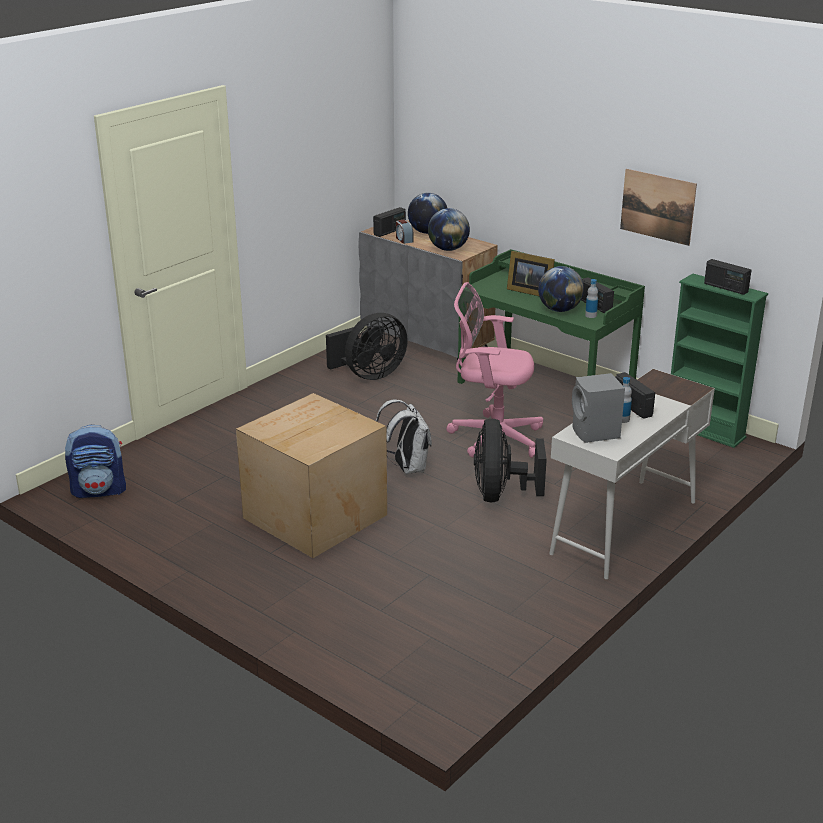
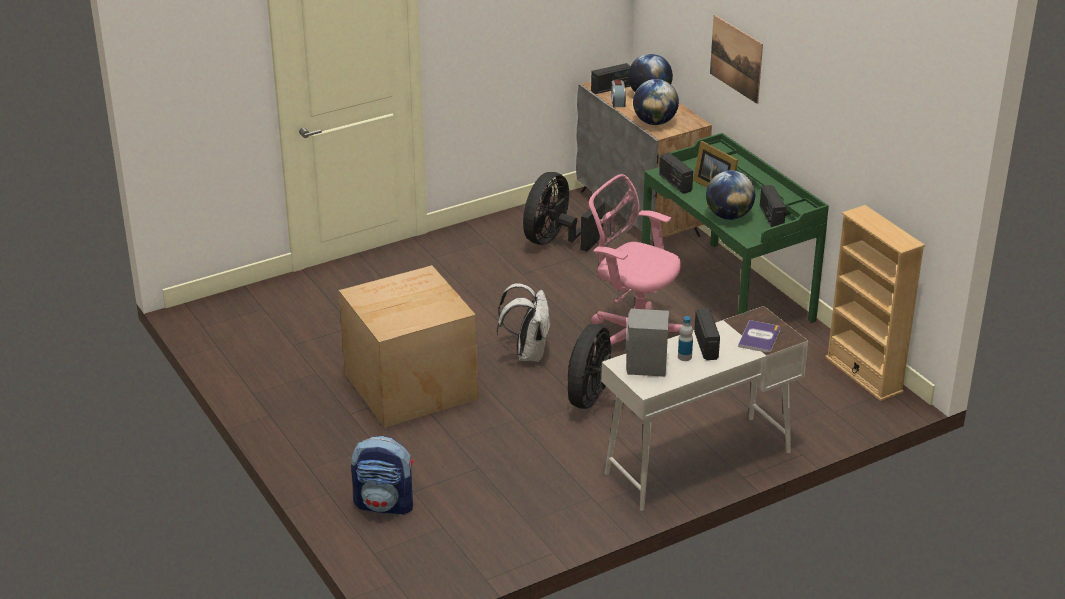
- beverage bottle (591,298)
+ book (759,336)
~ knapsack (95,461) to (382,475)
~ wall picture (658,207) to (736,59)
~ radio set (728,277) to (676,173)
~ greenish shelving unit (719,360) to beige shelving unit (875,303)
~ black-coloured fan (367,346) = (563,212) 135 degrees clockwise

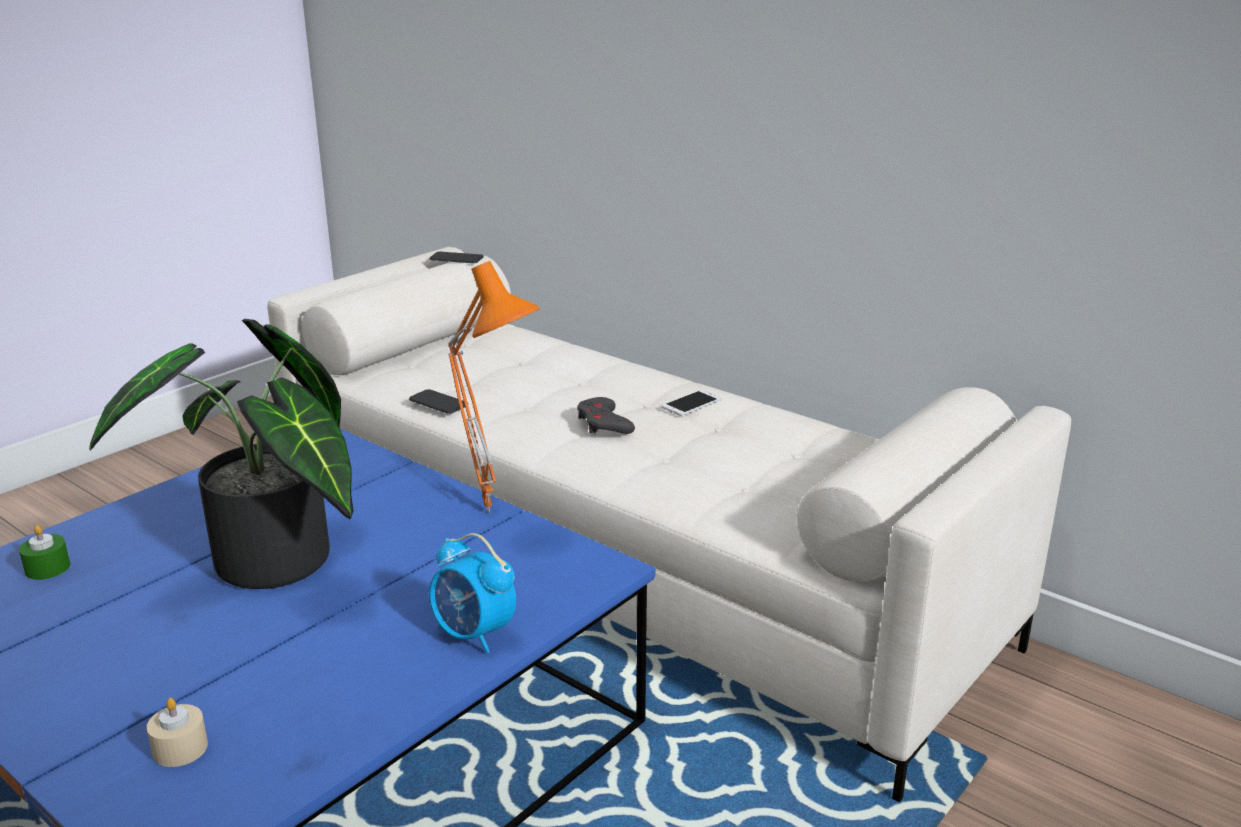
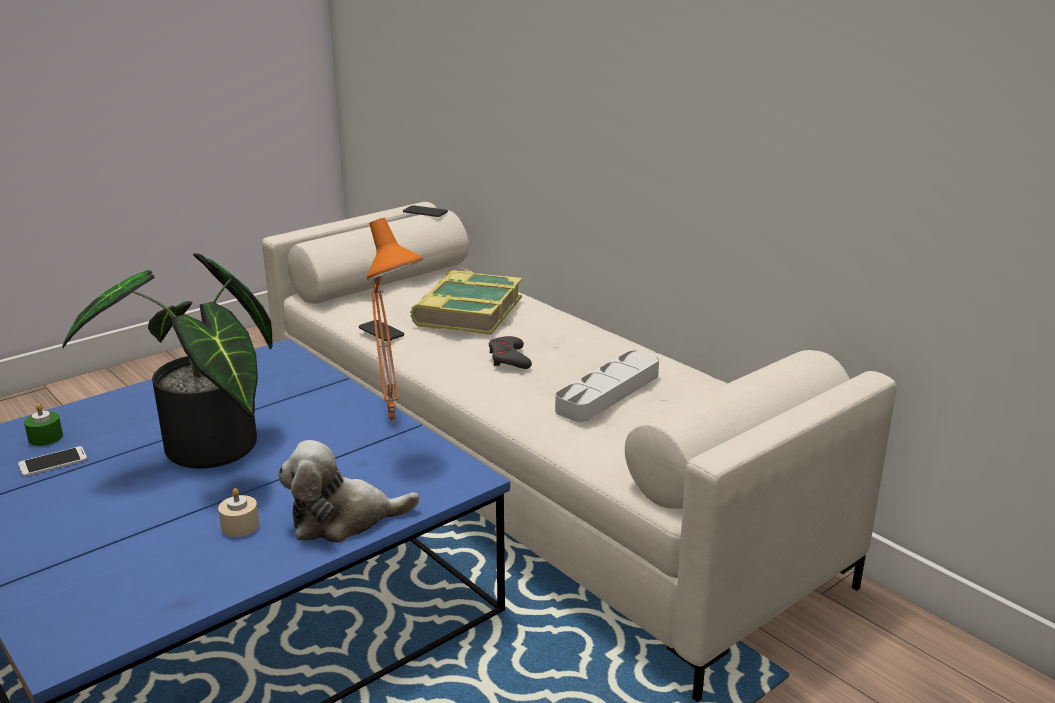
+ book (466,302)
+ greyish tray (607,386)
~ beige wax candle (177,732) to (238,512)
~ telephone (691,403) to (52,461)
~ alarm clock (472,593) to cuddly toy (349,491)

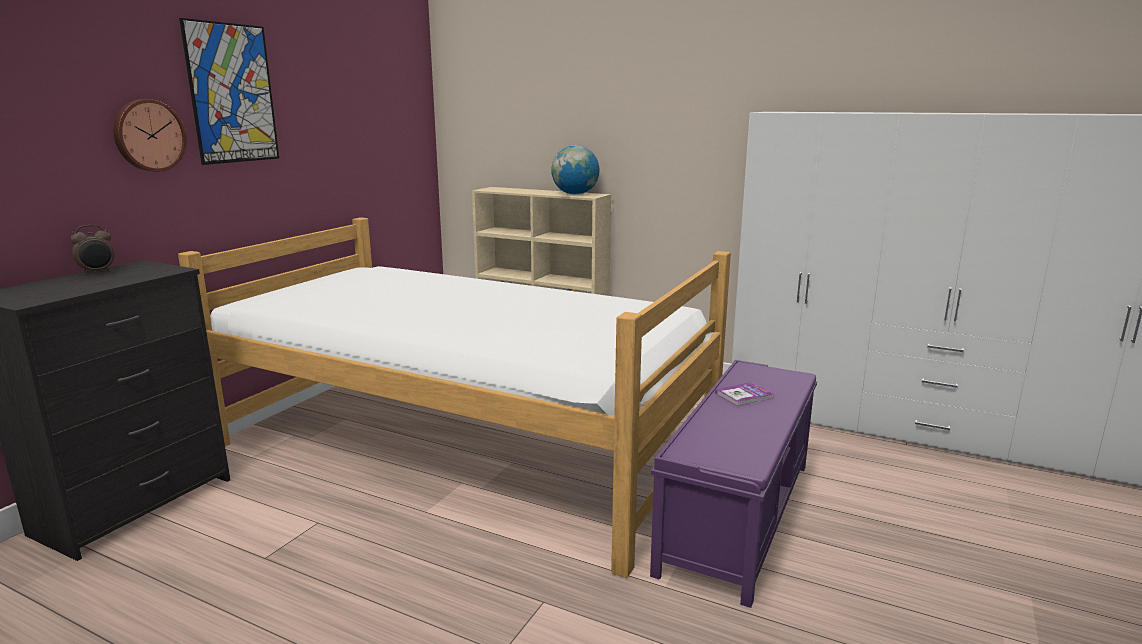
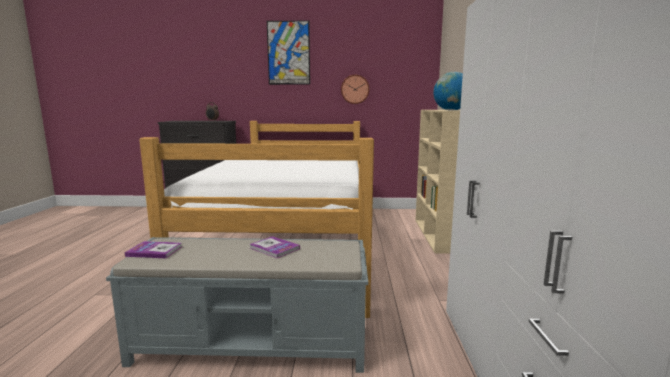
+ book (153,249)
~ wall clock (150,135) to (355,89)
~ purple-coloured indoor bench (733,484) to greyish indoor bench (237,305)

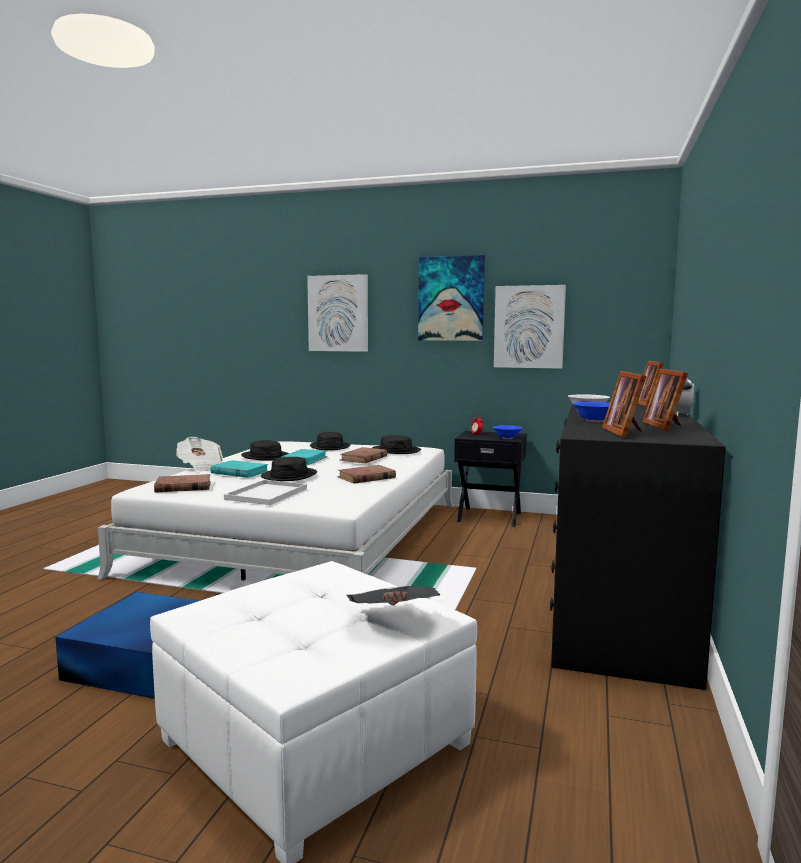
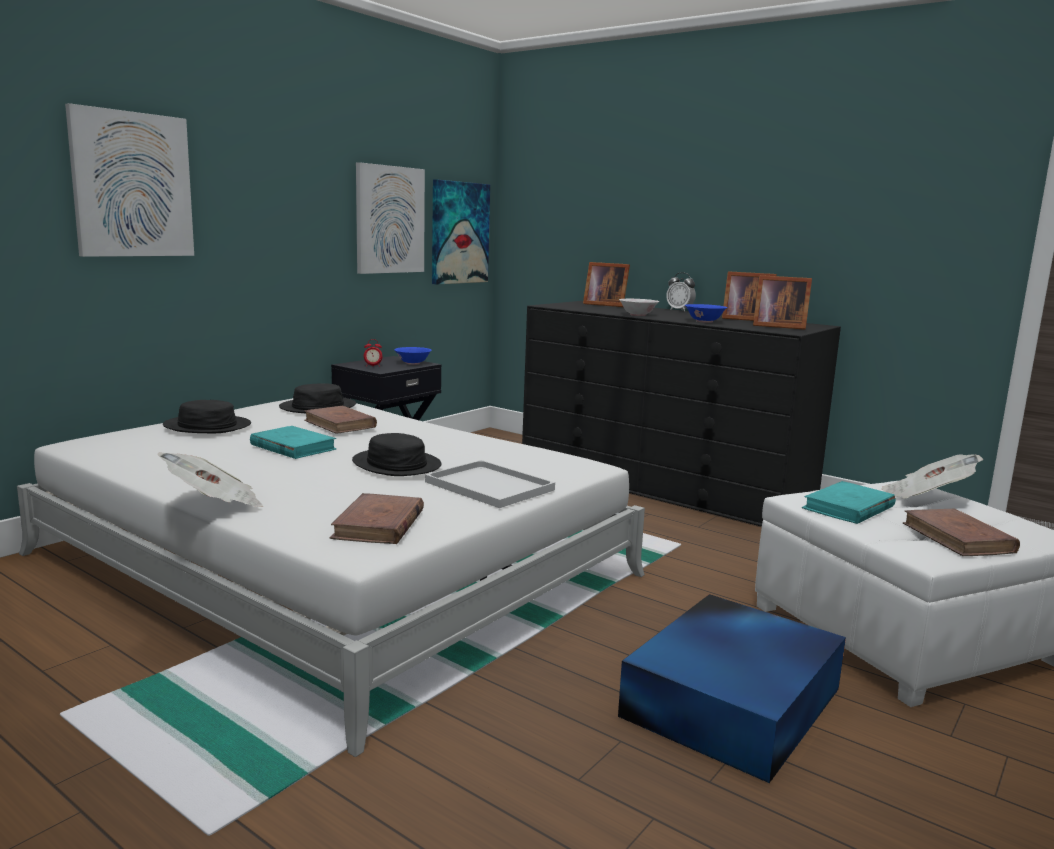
- black-coloured wearable hat (265,450)
~ turquoise book (239,469) to (849,502)
~ brown-coloured book (366,474) to (961,532)
~ wall picture (451,298) to (461,232)

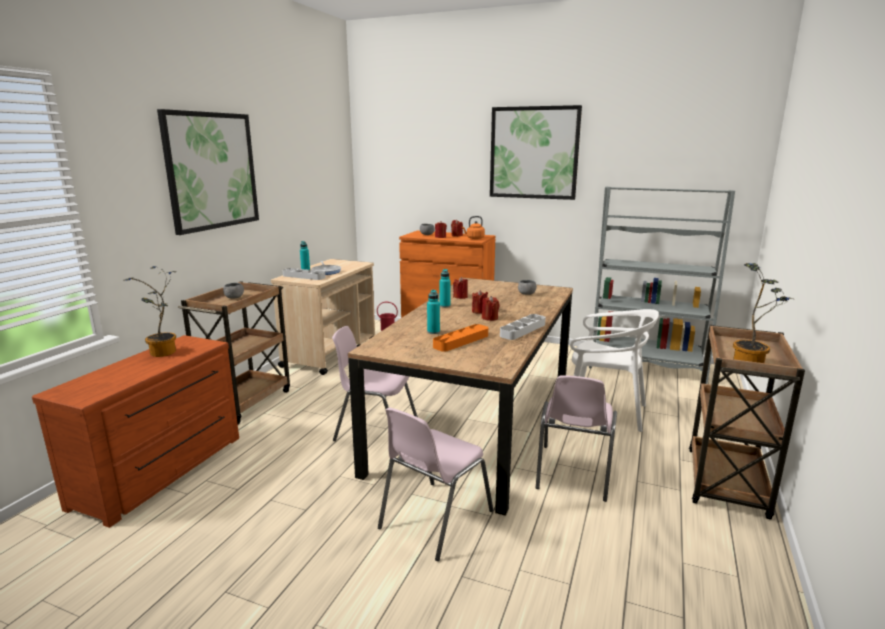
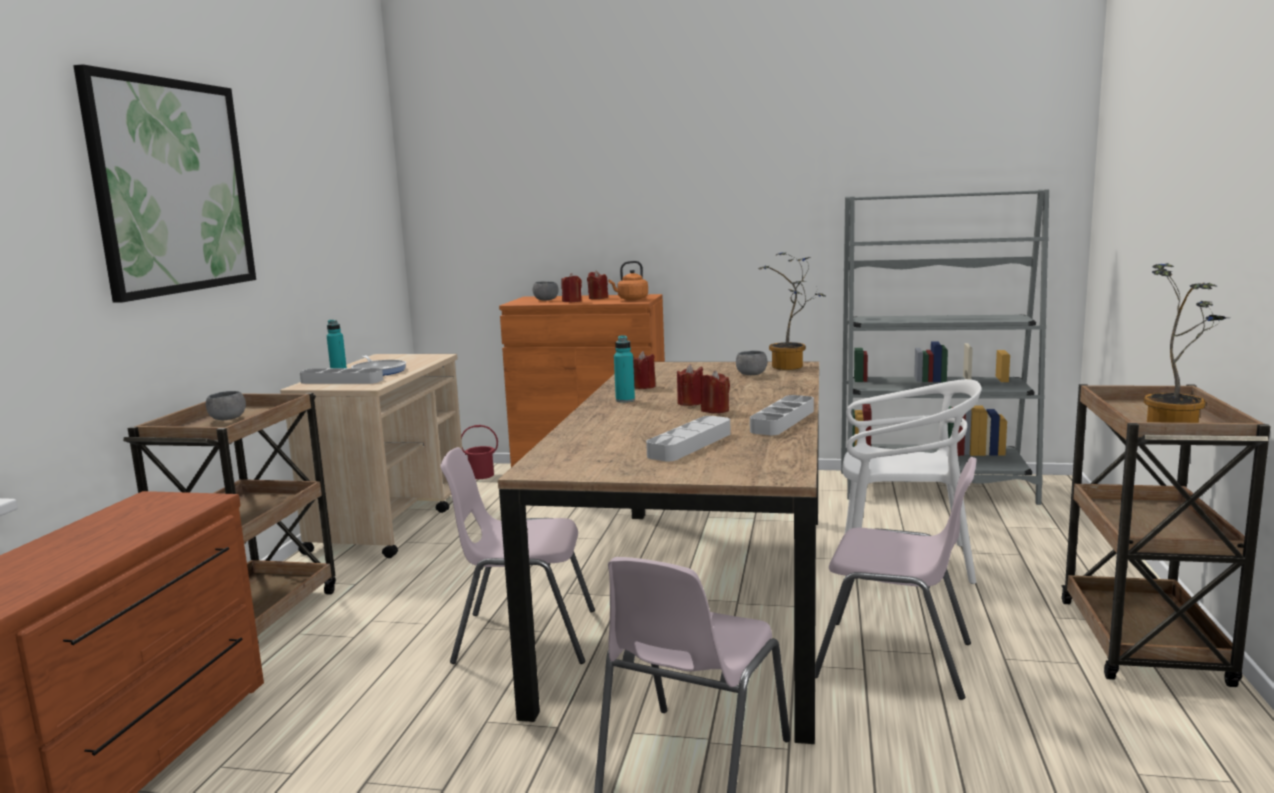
- turquoise beverage bottle (433,312)
- wall picture (536,152)
~ potted plant (150,311) to (791,311)
~ orangey tray (460,338) to greyish tray (688,438)
~ pink upright chair (576,438) = (896,578) 75 degrees counterclockwise

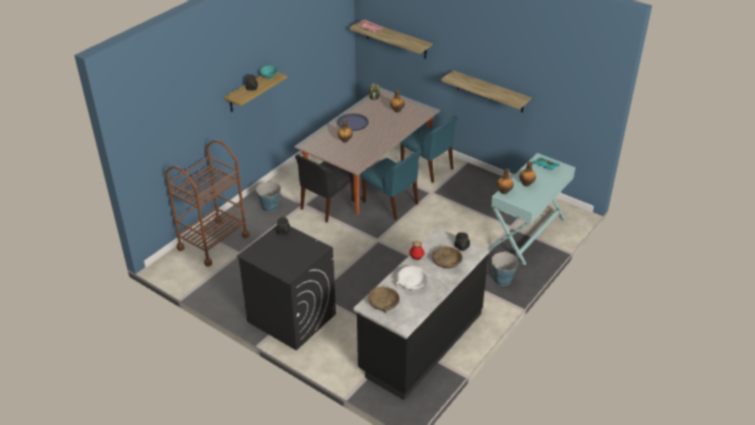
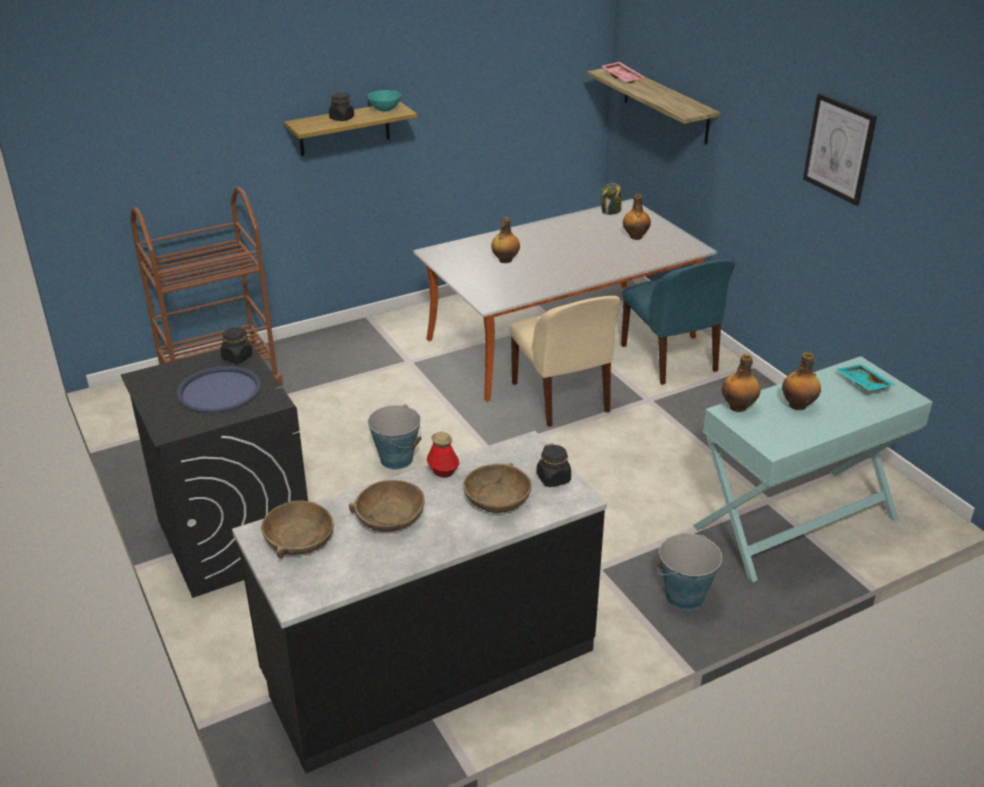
- black-coloured upright chair (325,188)
- wall shelf (486,91)
+ wall picture (840,149)
~ water bucket (268,196) to (394,437)
~ bluish tray (353,122) to (219,389)
~ bluish upright chair (391,185) to beige upright chair (565,361)
~ whitish deep dish (411,278) to brown-coloured deep dish (387,506)

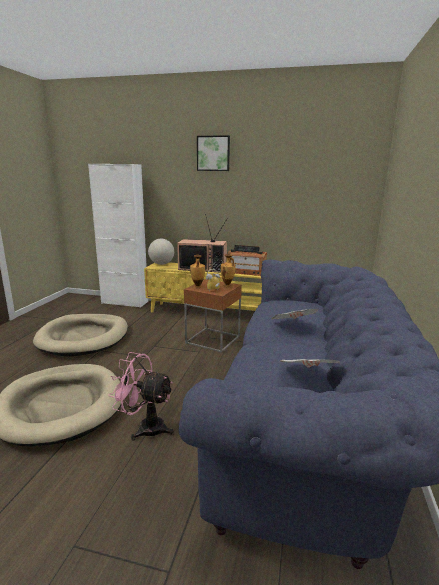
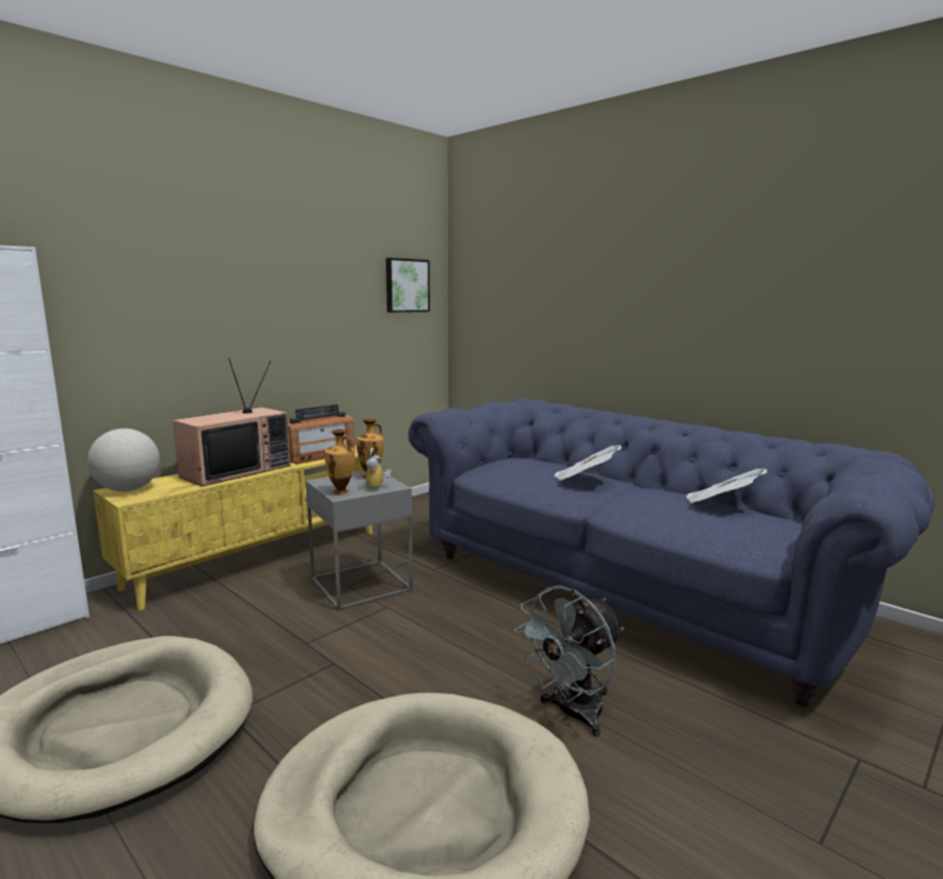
~ wall picture (213,153) to (408,285)
~ pink fan (141,396) to greyish fan (569,661)
~ brown-coloured side table (213,316) to greyish side table (359,541)

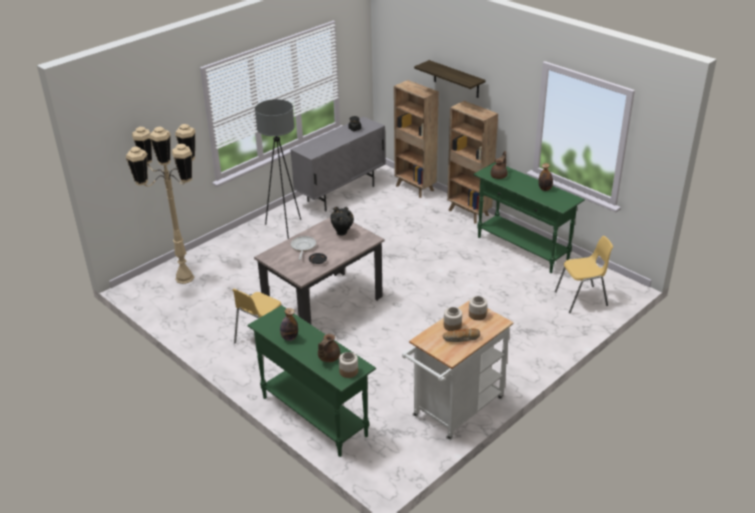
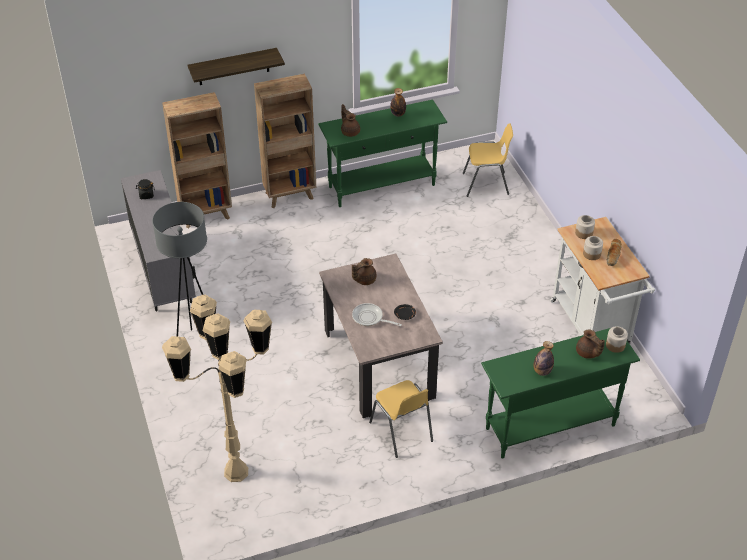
~ black-coloured vase (342,221) to brown-coloured teapot (364,271)
~ yellowish upright chair (584,274) = (488,160) 75 degrees clockwise

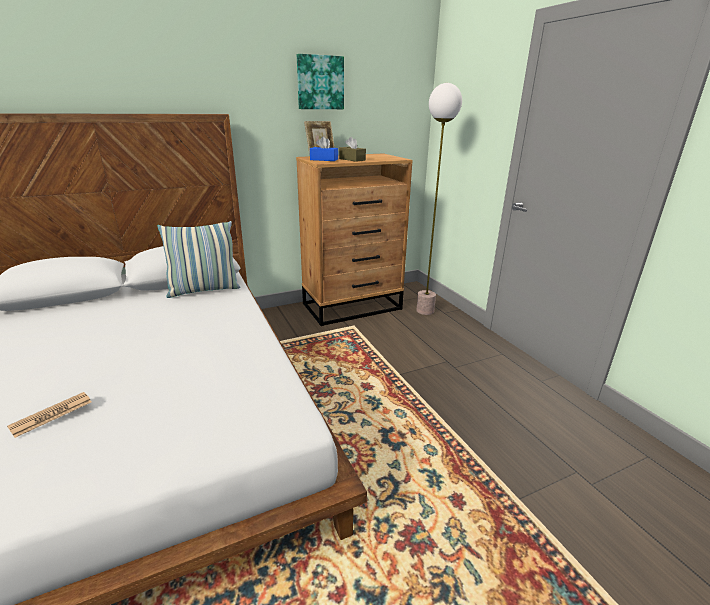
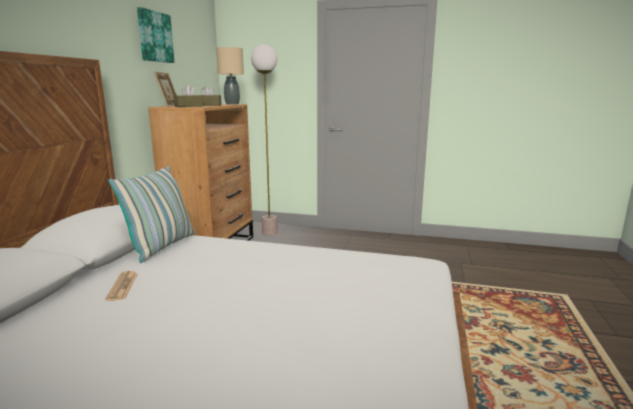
+ beige table lamp (230,76)
~ daily paper (49,415) to (121,286)
~ bluish box of tissues (324,149) to brown-coloured box of tissues (188,96)

